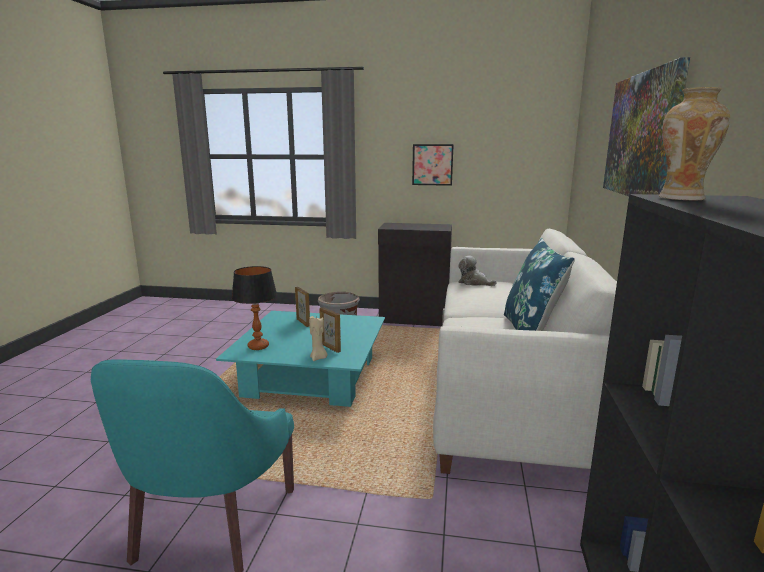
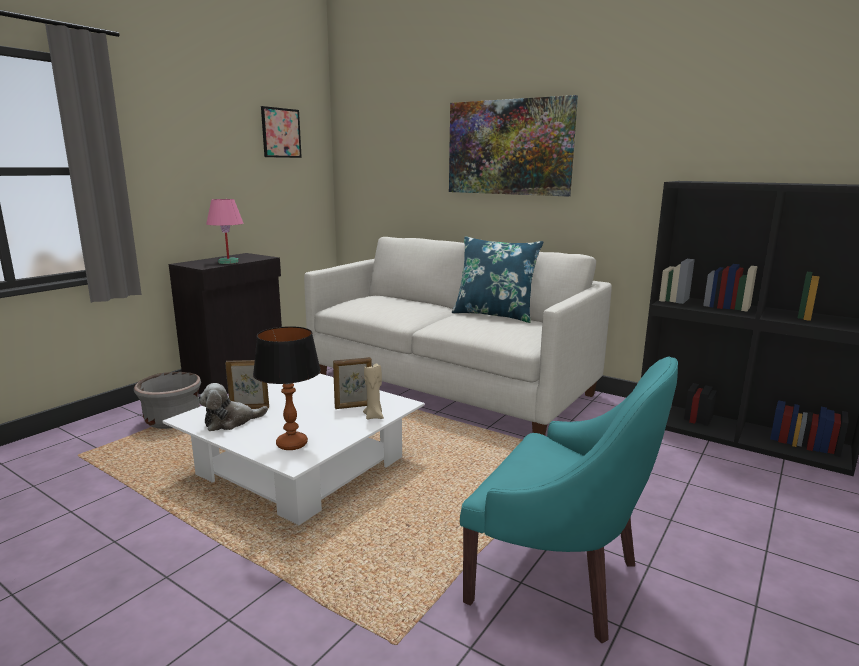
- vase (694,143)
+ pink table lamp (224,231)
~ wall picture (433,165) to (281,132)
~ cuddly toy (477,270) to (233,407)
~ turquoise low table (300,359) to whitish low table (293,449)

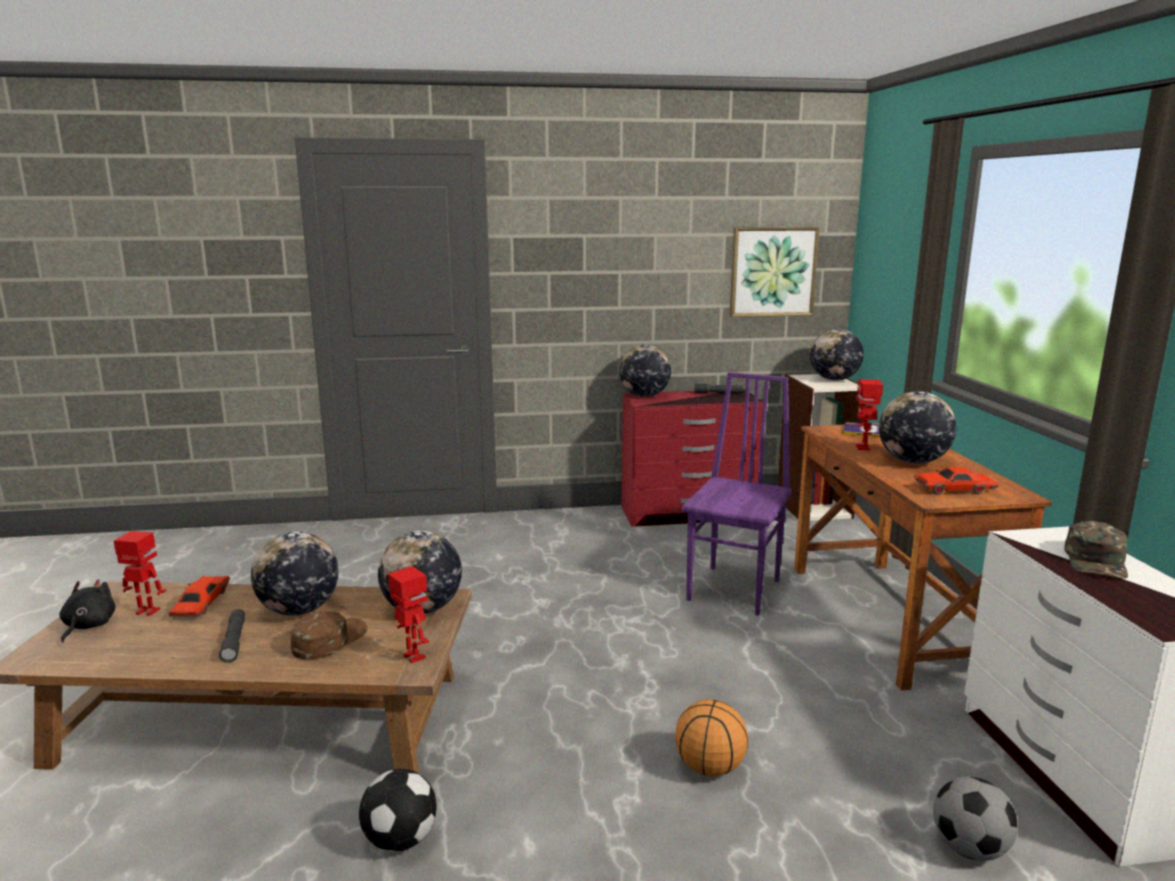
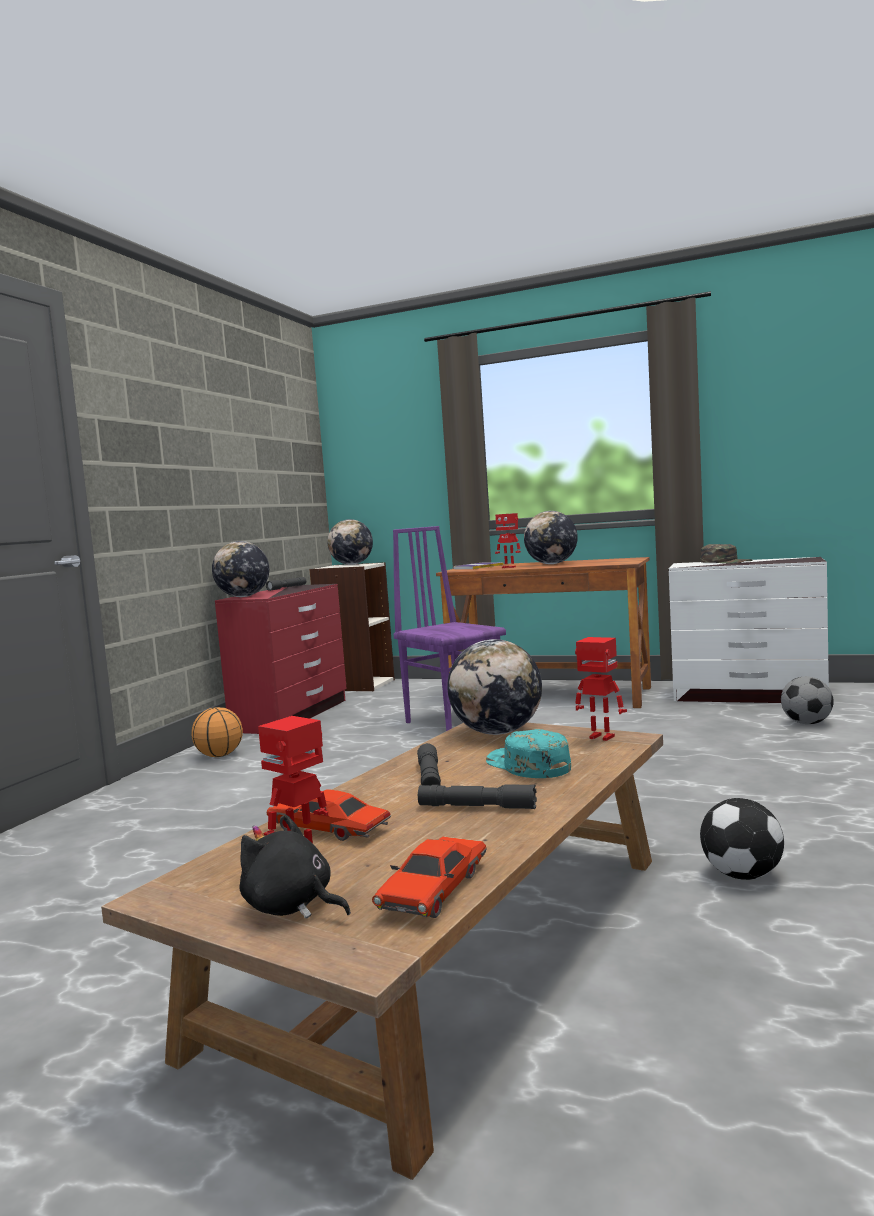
- wall picture (774,272)
~ ball for basketball (711,738) to (217,732)
~ red-coloured model car (956,481) to (429,877)
~ desk globe (294,574) to greyish torch (429,764)
~ brown-coloured cap (329,635) to turquoise cap (528,753)
~ robot figure (408,614) = (601,689) 45 degrees clockwise

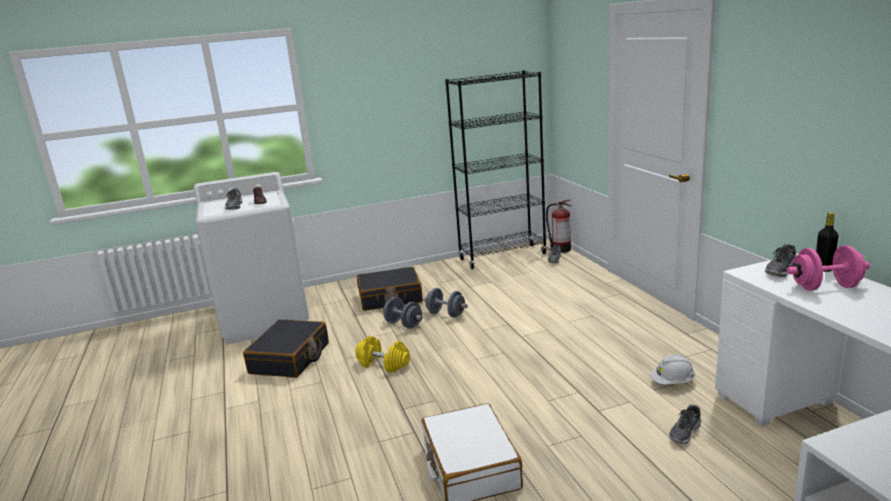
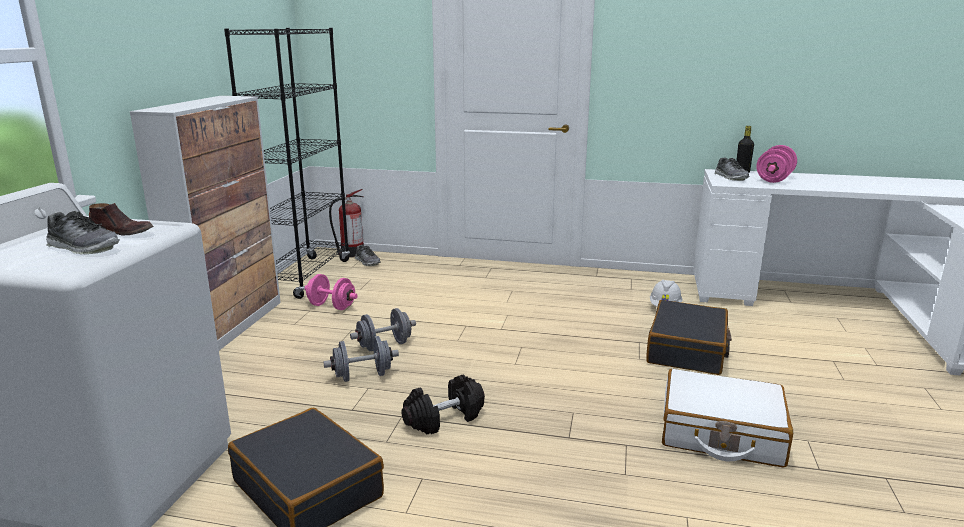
- low shoe (685,424)
+ cabinet (205,223)
+ pink hand weight (331,292)
~ black-coloured suitcase (390,289) to (689,337)
~ yellowish hand weight (382,354) to black-coloured hand weight (443,405)

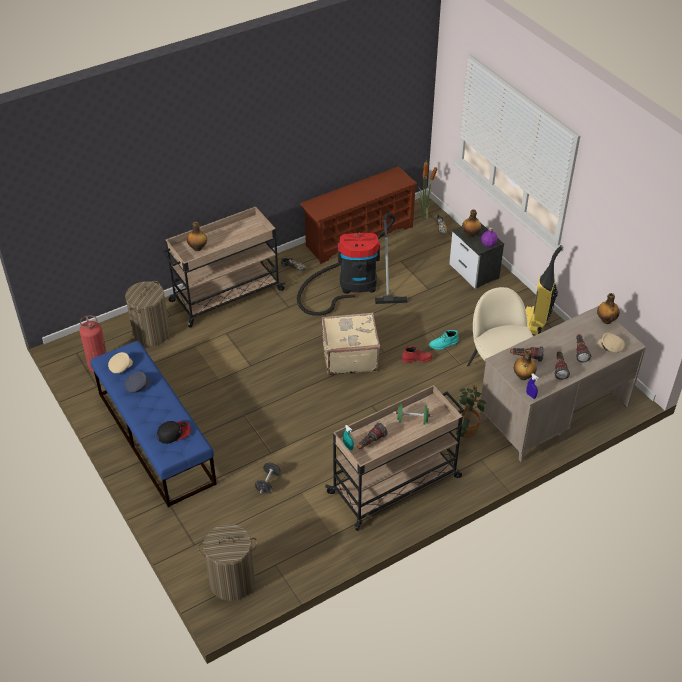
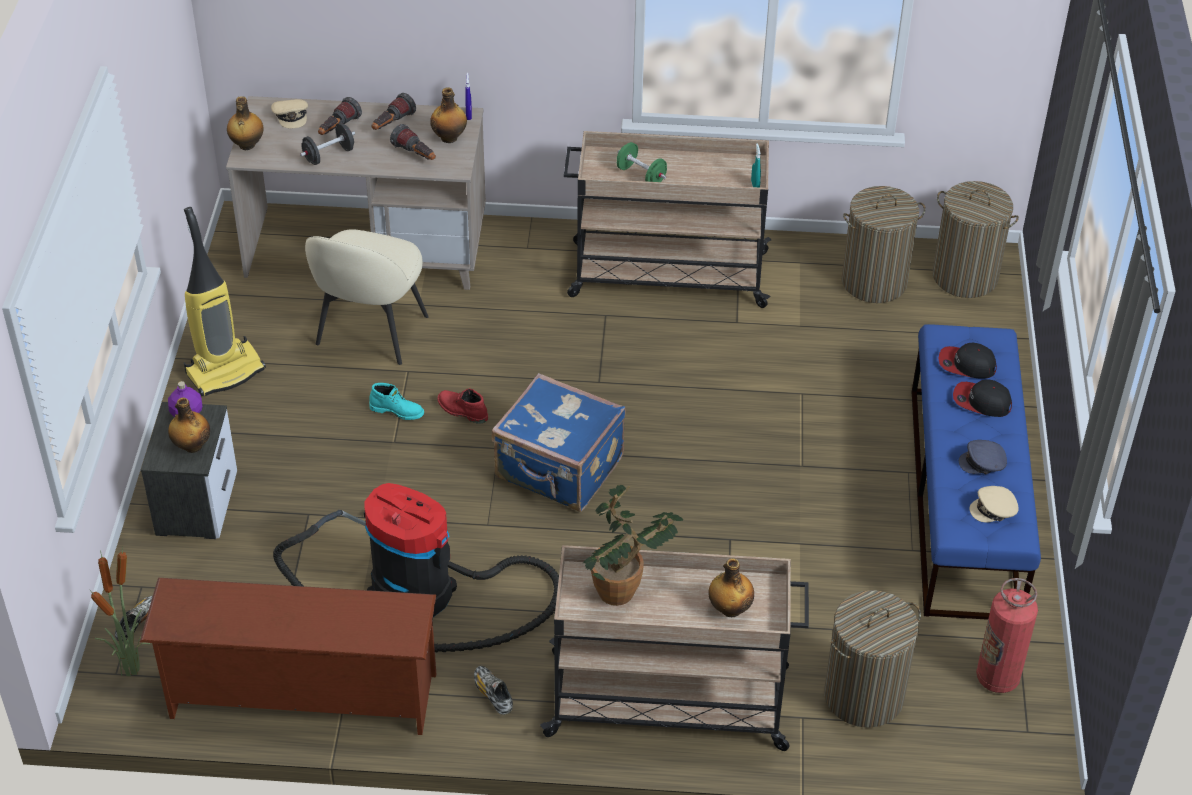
- torch (372,436)
+ hamper (883,244)
+ cap (982,398)
~ black-coloured hand weight (268,478) to (327,144)
~ potted plant (471,411) to (633,545)
~ beige suitcase (351,343) to bluish suitcase (558,442)

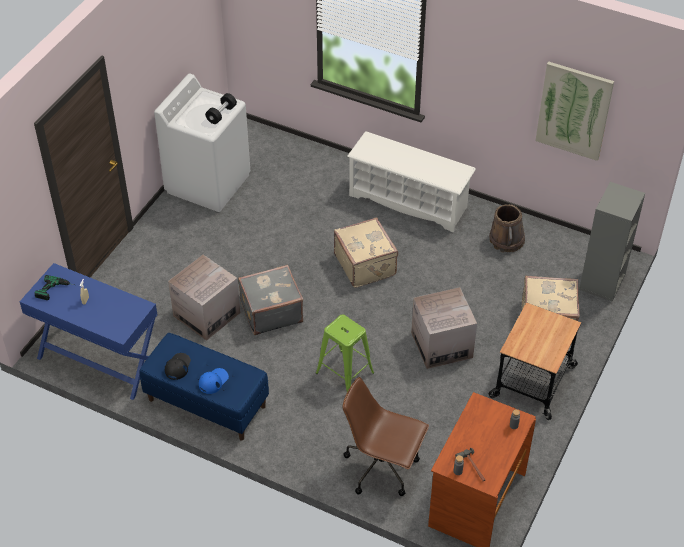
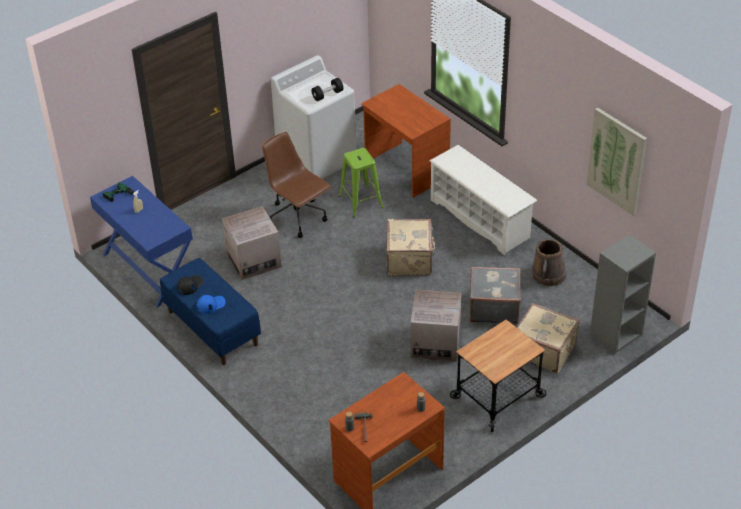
+ brown-coloured desk unit (406,141)
~ greyish suitcase (270,300) to (495,295)
~ greenish stool seat (345,353) to (361,182)
~ brown-coloured office chair (386,436) to (296,185)

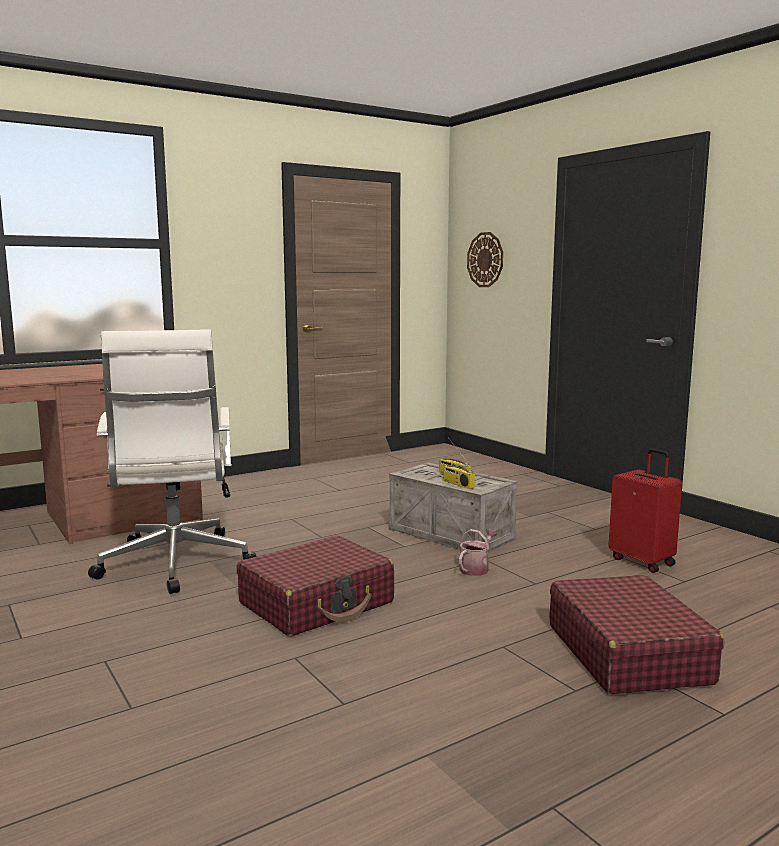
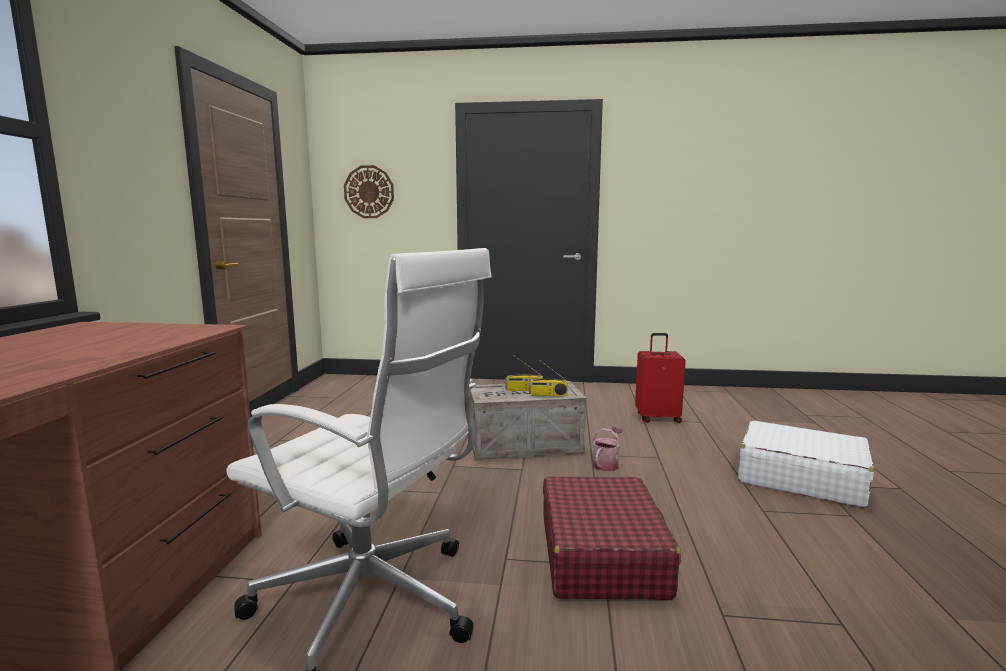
~ red-coloured suitcase (637,634) to whitish suitcase (806,464)
~ watering pot (478,552) = (607,449) 45 degrees clockwise

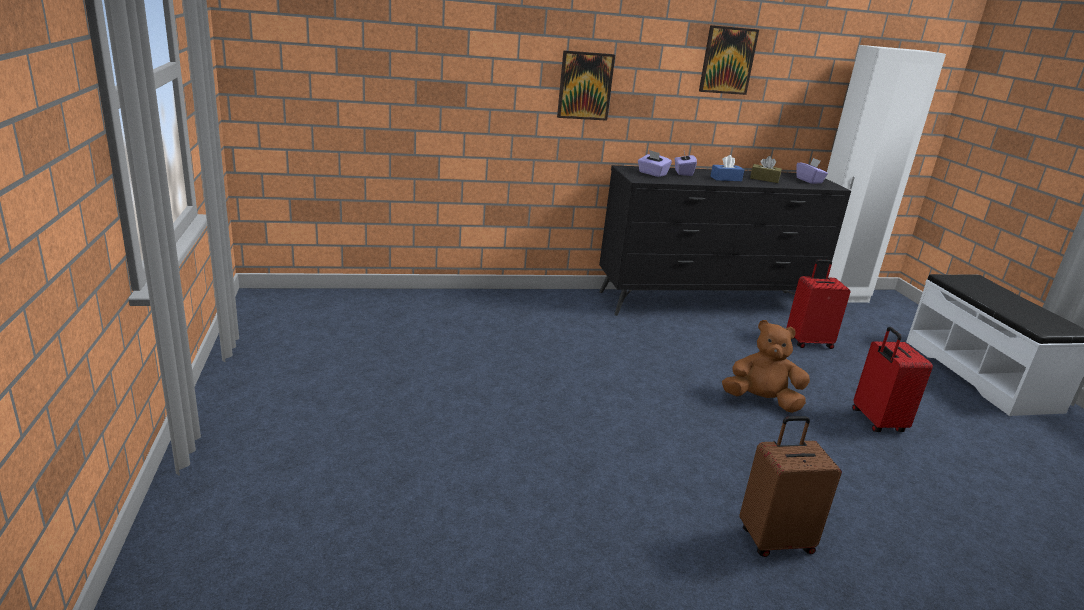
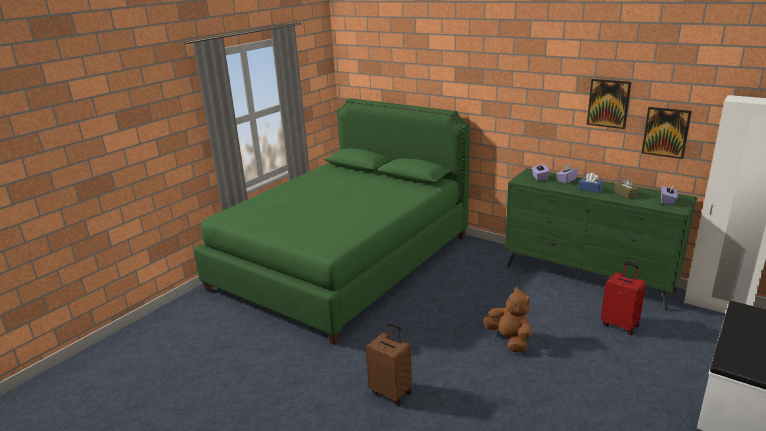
- red-coloured suitcase (892,379)
+ greenish sleeping bed (331,221)
~ wall picture (586,85) to (667,133)
~ black-coloured chest of drawers (725,240) to greenish chest of drawers (601,239)

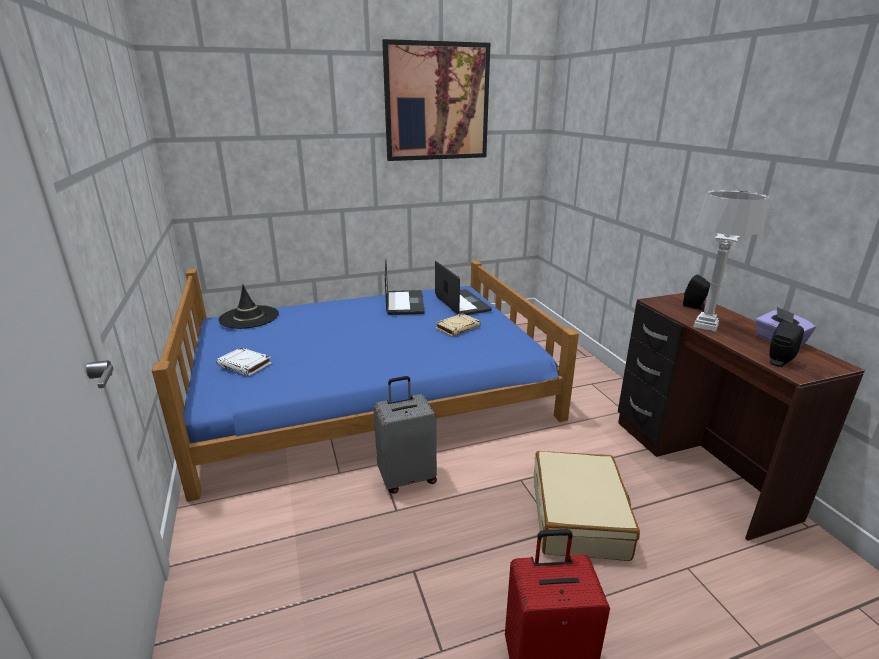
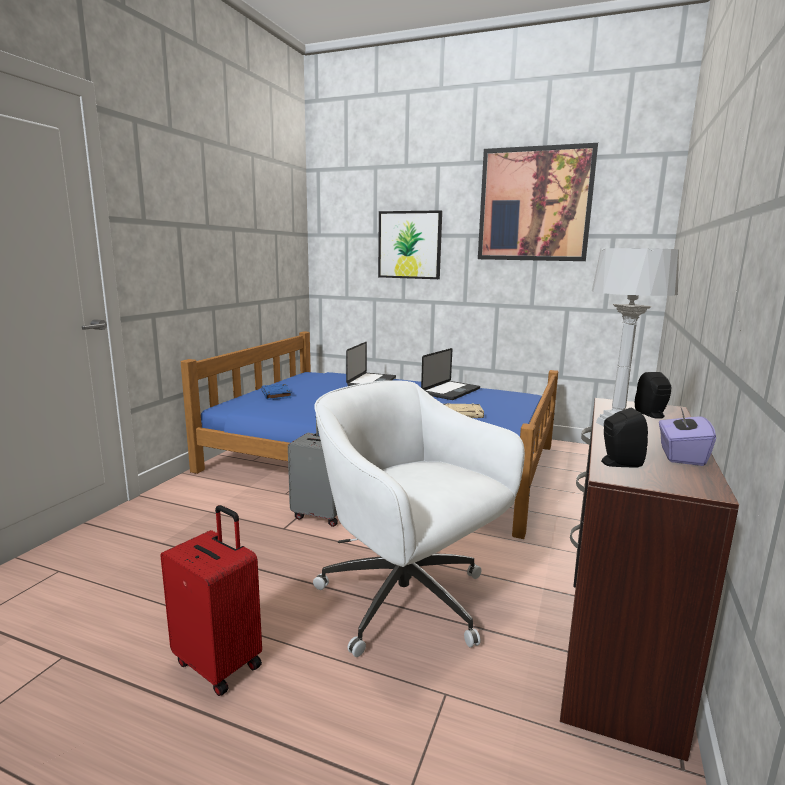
- black-coloured wearable hat (248,307)
+ wall picture (410,244)
~ laptop (463,288) to (371,364)
~ beige suitcase (587,506) to whitish office chair (419,518)
~ whitish book (244,362) to bluish book (276,392)

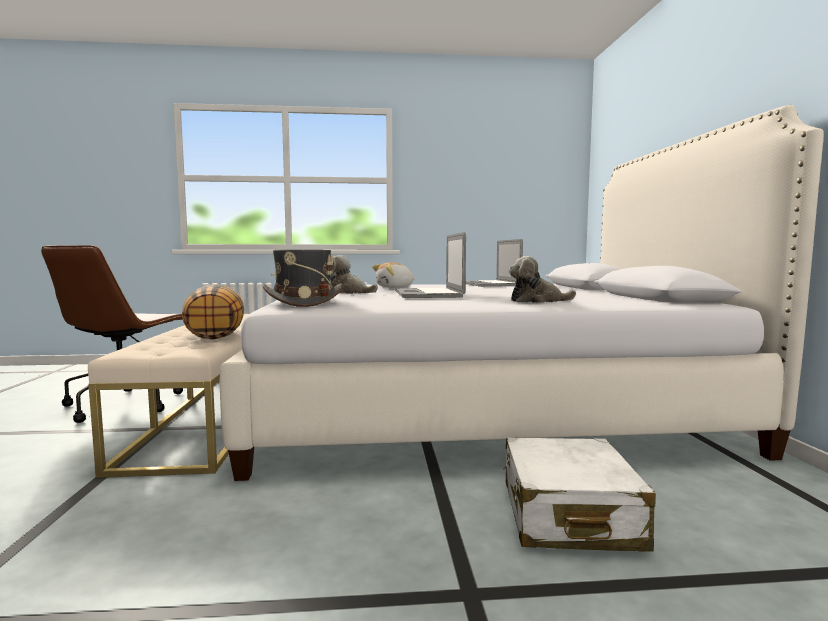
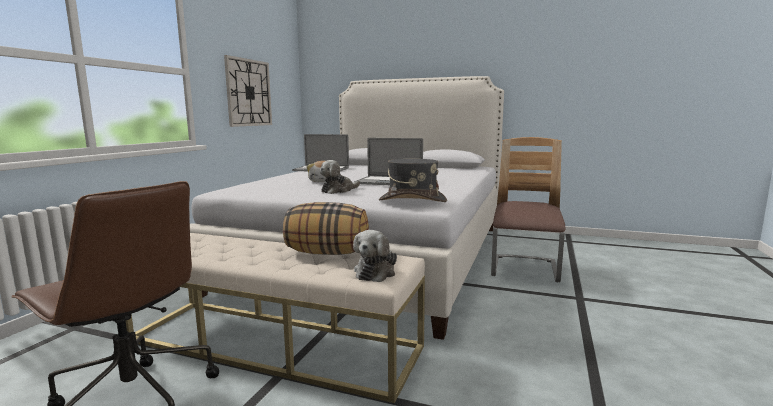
+ wall clock (248,91)
~ cuddly toy (542,279) to (375,256)
~ whitish suitcase (579,494) to upright chair (528,209)

